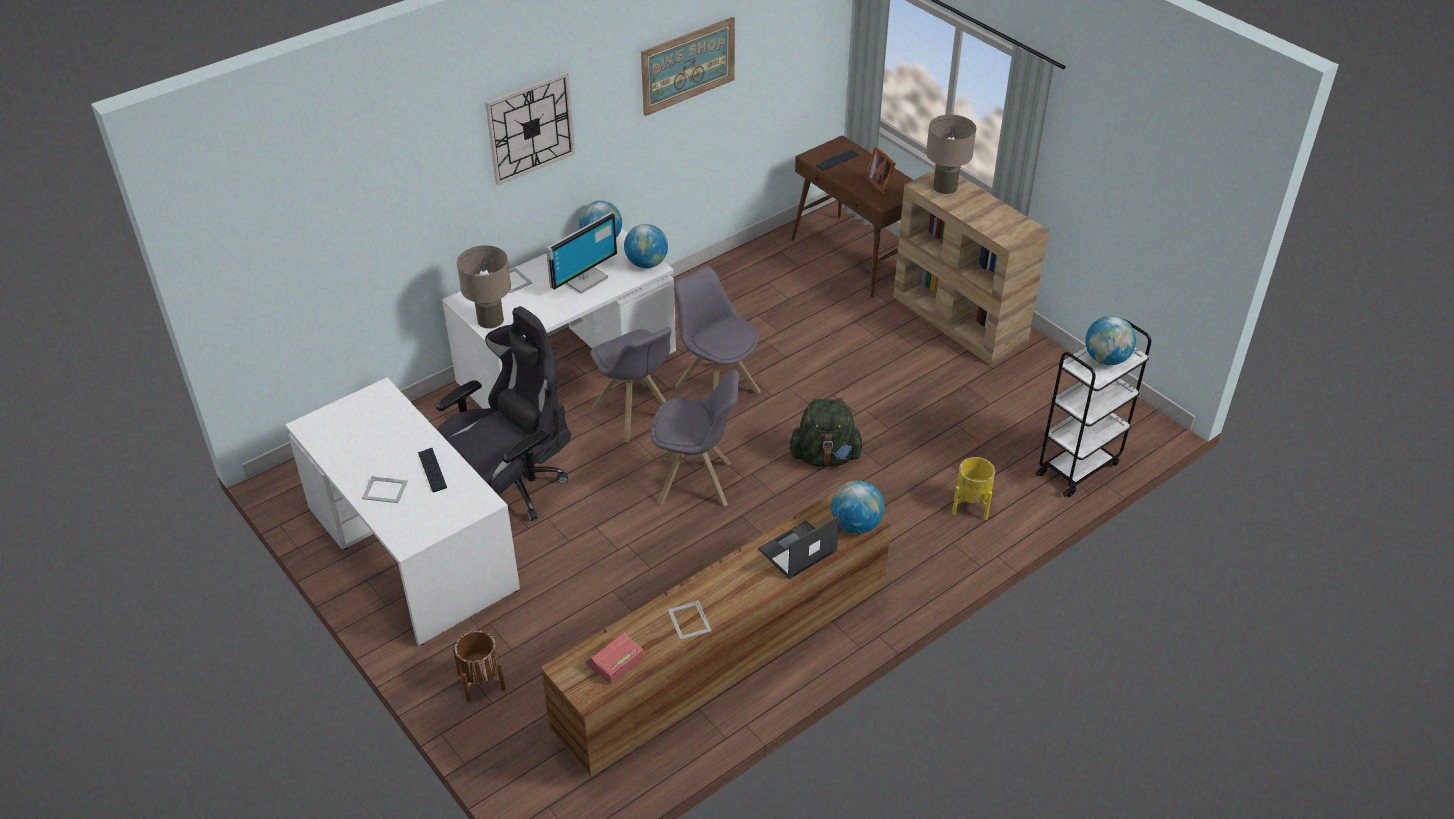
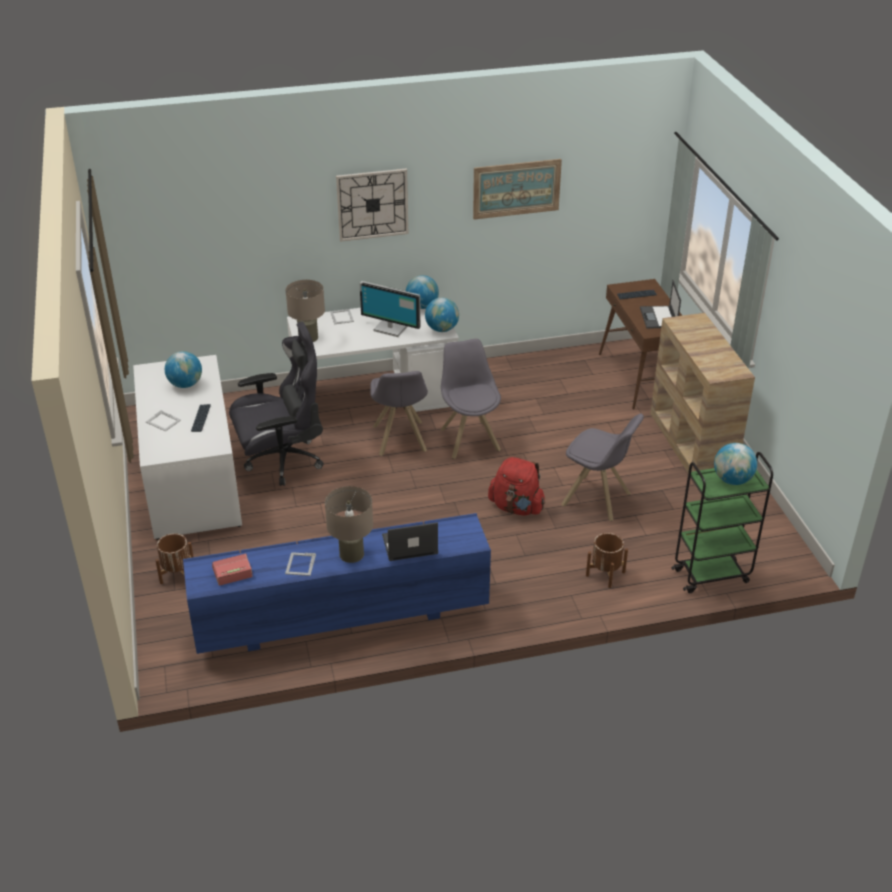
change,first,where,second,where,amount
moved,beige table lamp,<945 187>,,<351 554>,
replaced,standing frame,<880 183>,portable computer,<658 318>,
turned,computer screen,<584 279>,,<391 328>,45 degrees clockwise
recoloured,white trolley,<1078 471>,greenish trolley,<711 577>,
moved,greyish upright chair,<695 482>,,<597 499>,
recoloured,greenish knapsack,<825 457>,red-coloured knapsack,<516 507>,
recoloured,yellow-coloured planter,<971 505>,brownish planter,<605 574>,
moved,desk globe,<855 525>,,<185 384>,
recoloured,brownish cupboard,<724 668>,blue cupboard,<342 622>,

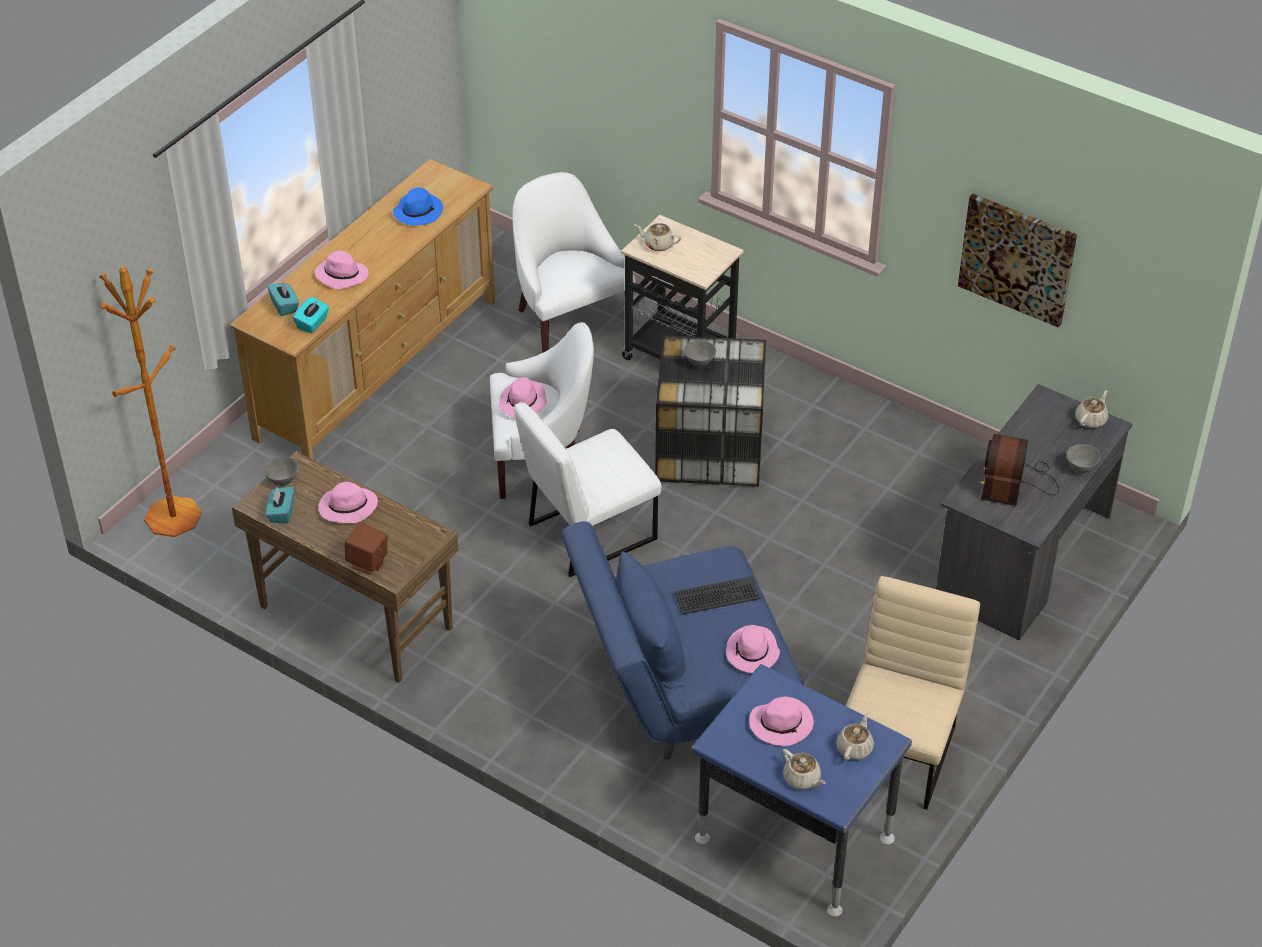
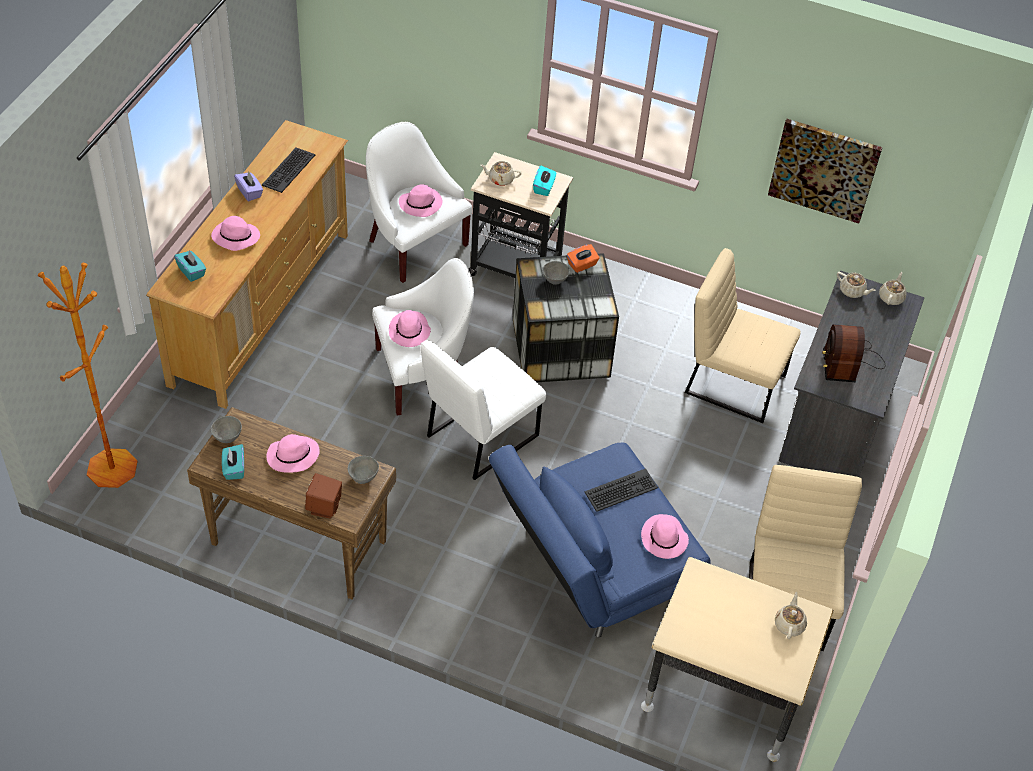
change,first,where,second,where,amount
replaced,blue clothing hat,<418 211>,PC keyboard,<288 170>,
moved,turquoise tissue holder,<312 323>,,<544 187>,
moved,greyish deep dish,<1080 468>,,<363 477>,
recoloured,blue desk unit,<793 838>,beige desk unit,<722 694>,
moved,pink clothing hat,<782 723>,,<421 203>,
moved,beige tea pot,<802 778>,,<852 291>,
added,,,purple tissue holder,<249 192>,
added,,,orange tissue holder,<582 265>,
added,,,beige upright chair,<732 382>,

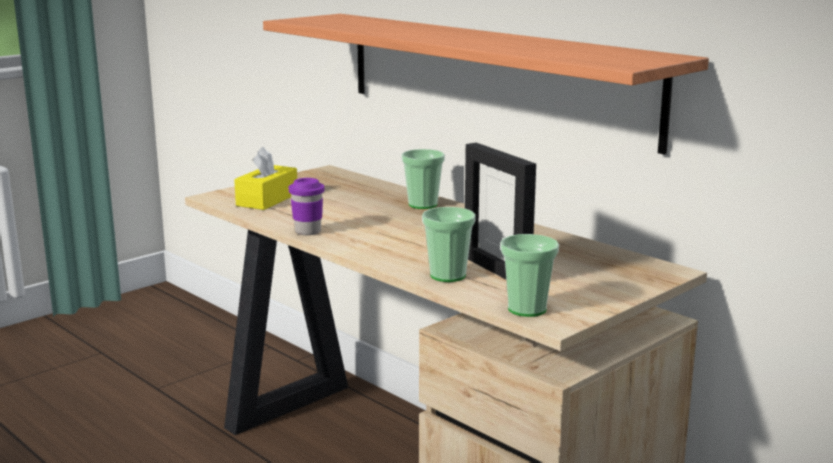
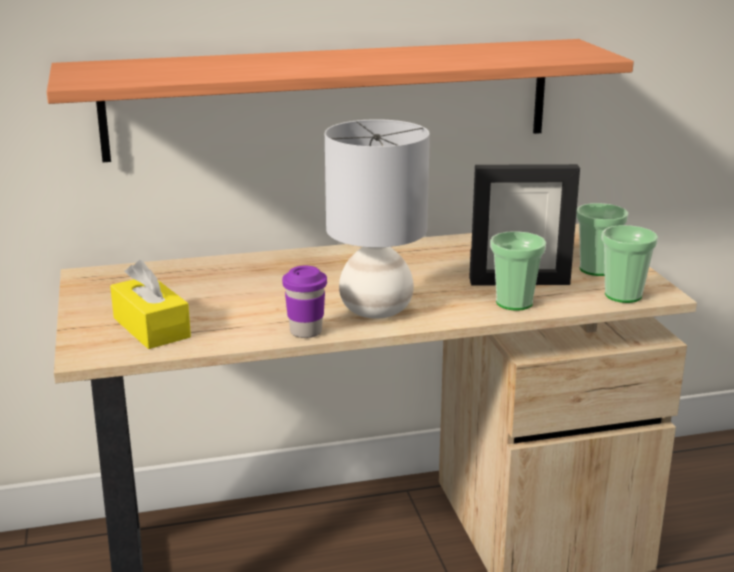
change,first,where,second,where,amount
moved,drinking cup,<423 205>,,<596 269>,
added,,,greyish table lamp,<377 310>,

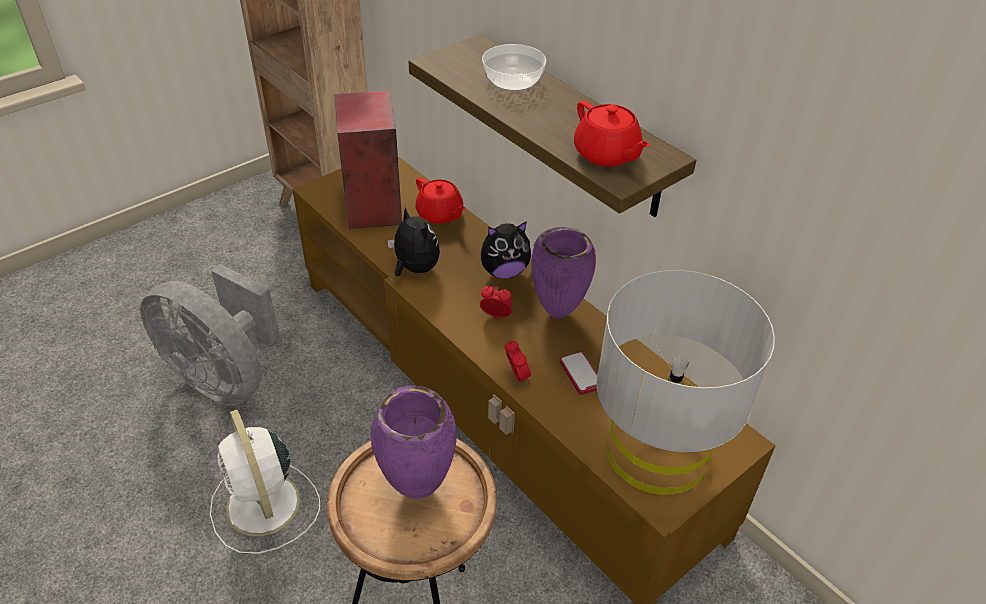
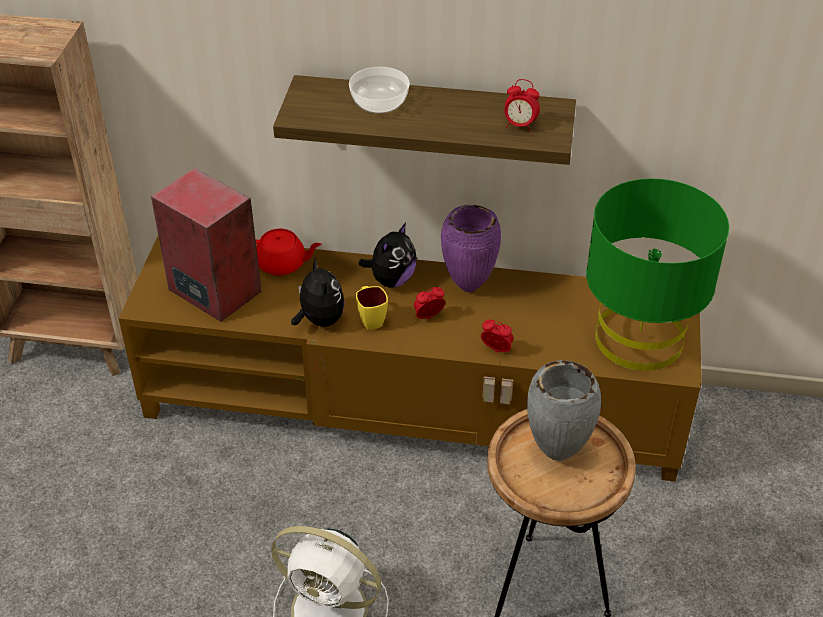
change,first,where,second,where,amount
replaced,red-coloured tea pot,<607 154>,alarm clock,<519 126>,
turned,plush toy,<414 268>,,<319 320>,60 degrees clockwise
removed,greyish electric fan,<224 377>,,,
recoloured,greyish table lamp,<657 451>,greenish table lamp,<639 338>,
removed,phone,<580 374>,,,
recoloured,purple flower vase,<416 490>,greyish flower vase,<556 455>,
added,,,yellow-coloured coffee mug,<370 319>,

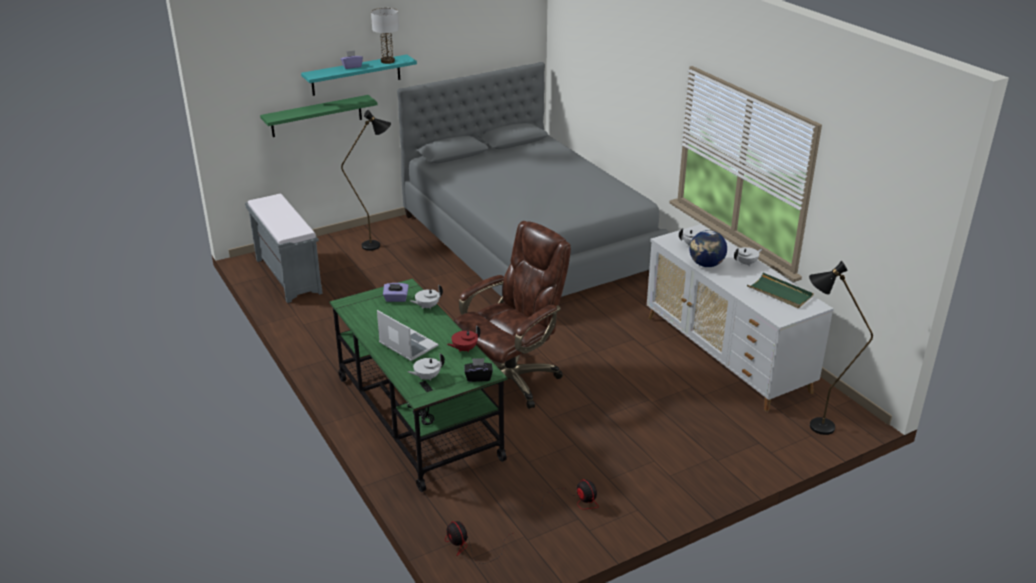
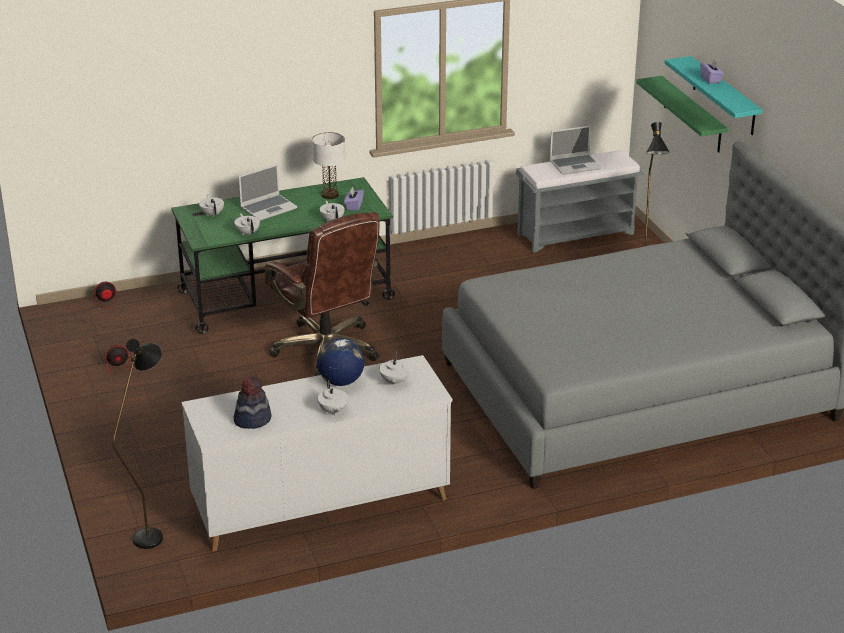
change,first,where,second,where,amount
moved,table lamp,<388 61>,,<329 195>,
replaced,greenish tray,<780 293>,clothing hat,<252 419>,
recoloured,red-coloured tea pot,<464 349>,white tea pot,<248 233>,
removed,blackish tissue holder,<478 377>,,,
added,,,portable computer,<575 165>,

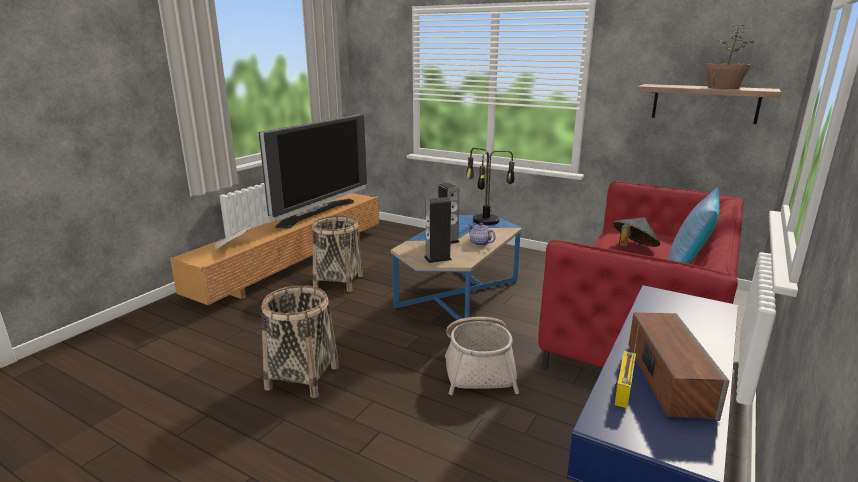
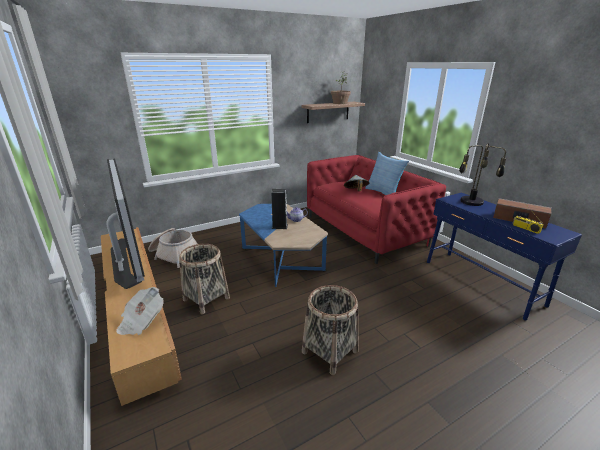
change,first,where,second,where,amount
moved,table lamp,<485 221>,,<472 202>,
removed,loudspeaker,<437 258>,,,
moved,household basket,<478 367>,,<175 254>,

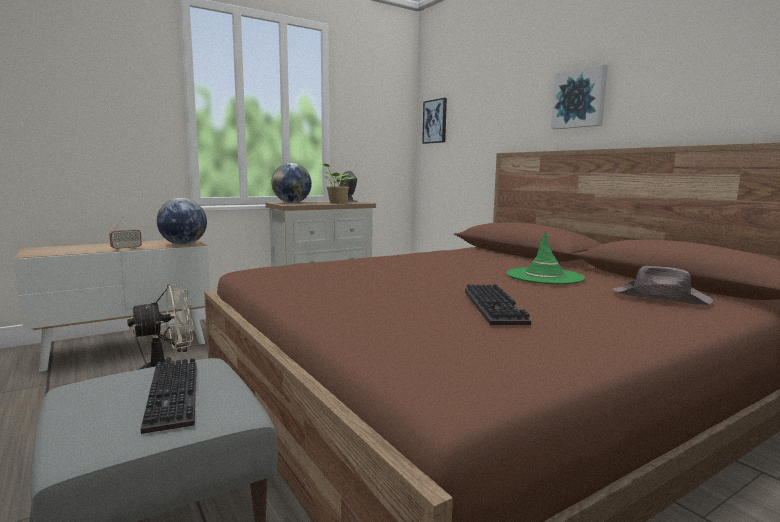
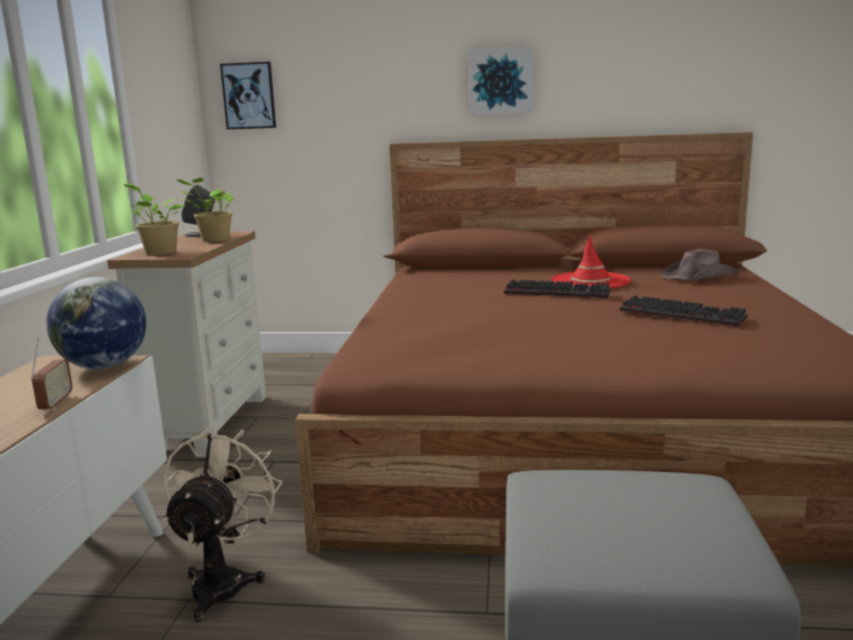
change,first,where,second,where,amount
replaced,desk globe,<292 203>,potted plant,<159 252>,
recoloured,greenish clothing hat,<544 276>,red-coloured clothing hat,<590 281>,
moved,PC keyboard,<175 396>,,<559 292>,

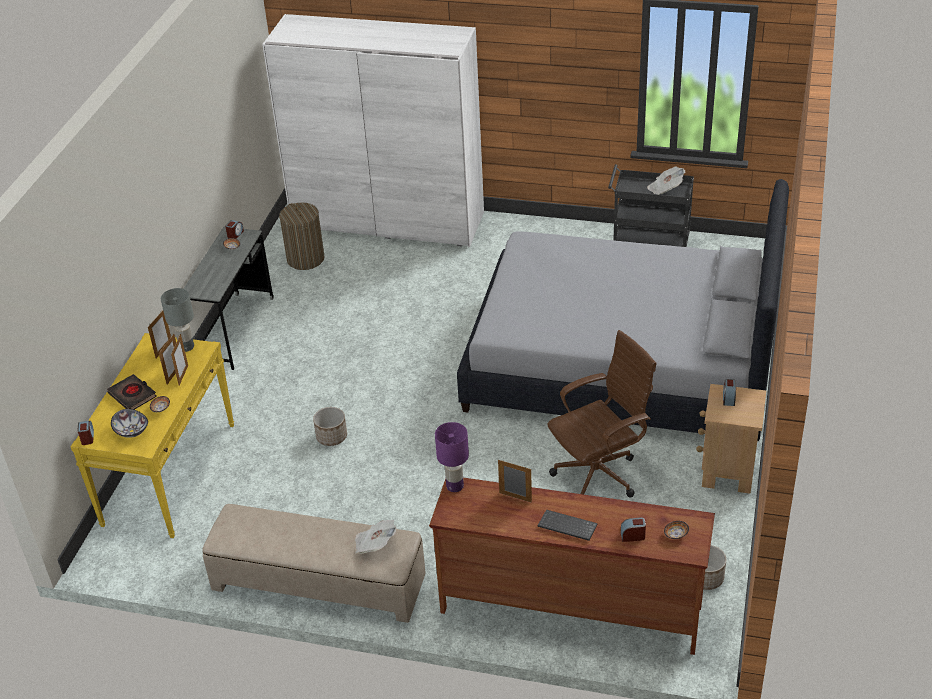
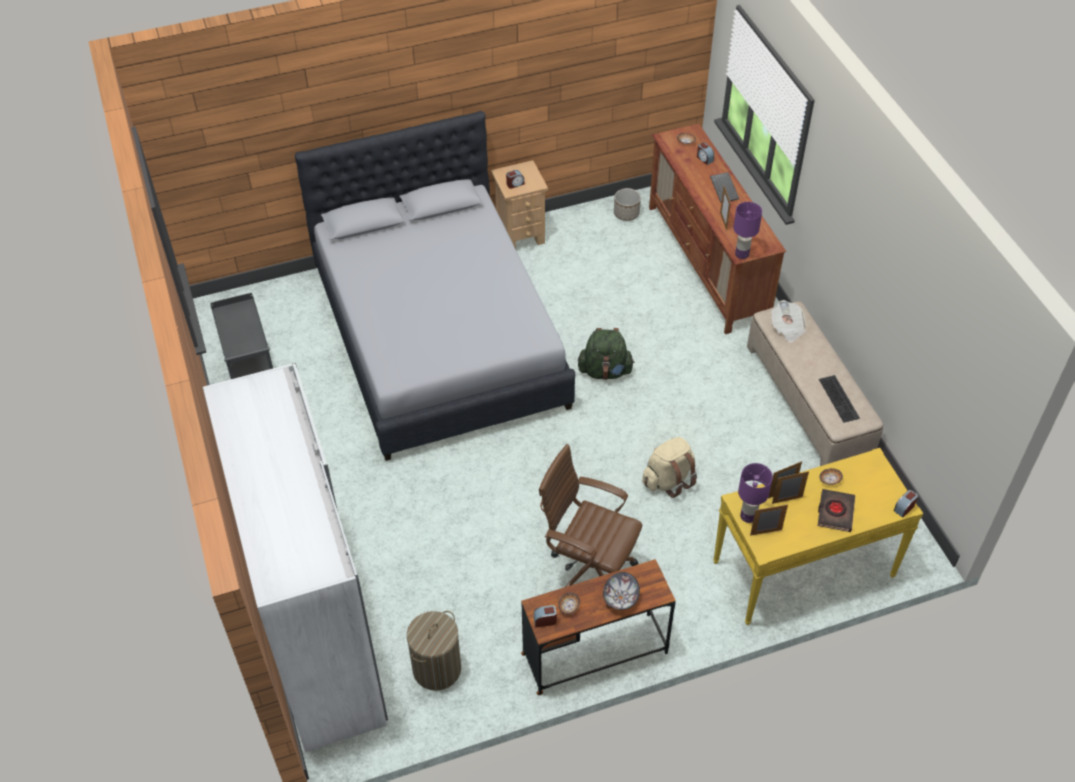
change,first,where,second,where,amount
removed,printed paper,<665 189>,,,
recoloured,greyish desk unit,<235 330>,brownish desk unit,<595 654>,
recoloured,greyish table lamp,<187 347>,purple table lamp,<748 516>,
moved,brownish office chair,<599 474>,,<588 569>,
replaced,planter,<331 436>,beige knapsack,<668 480>,
moved,deep dish,<132 431>,,<620 597>,
added,,,greenish knapsack,<605 371>,
added,,,PC keyboard,<840 399>,

